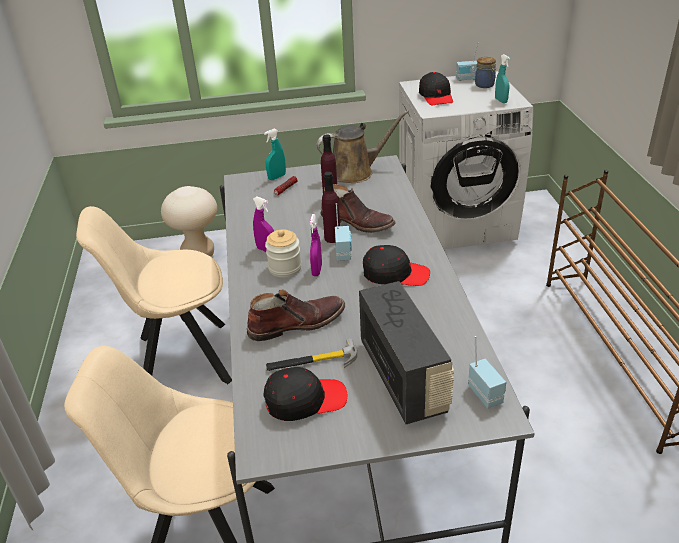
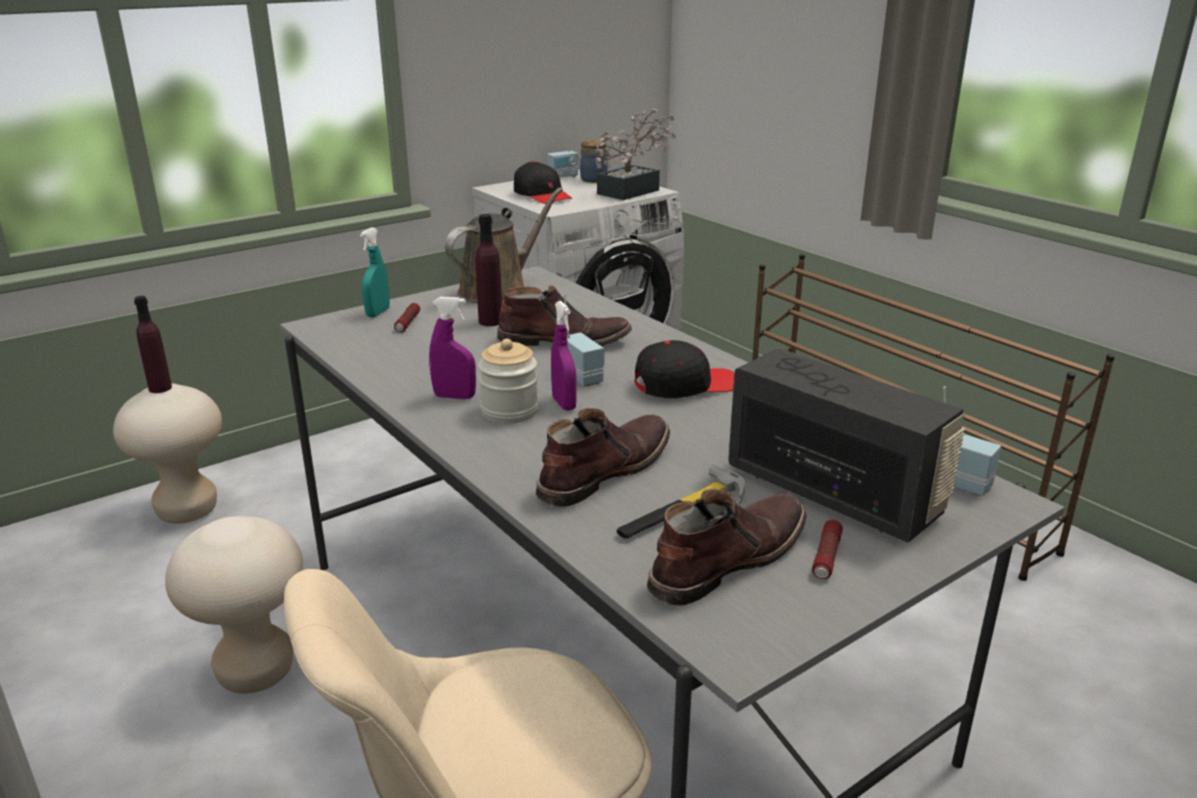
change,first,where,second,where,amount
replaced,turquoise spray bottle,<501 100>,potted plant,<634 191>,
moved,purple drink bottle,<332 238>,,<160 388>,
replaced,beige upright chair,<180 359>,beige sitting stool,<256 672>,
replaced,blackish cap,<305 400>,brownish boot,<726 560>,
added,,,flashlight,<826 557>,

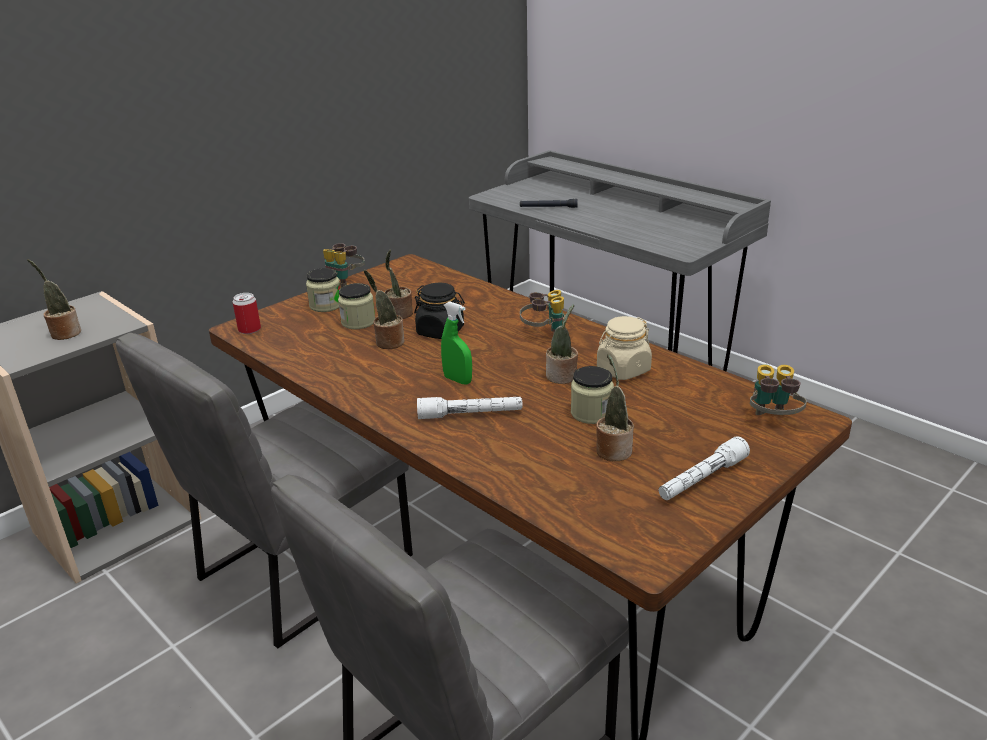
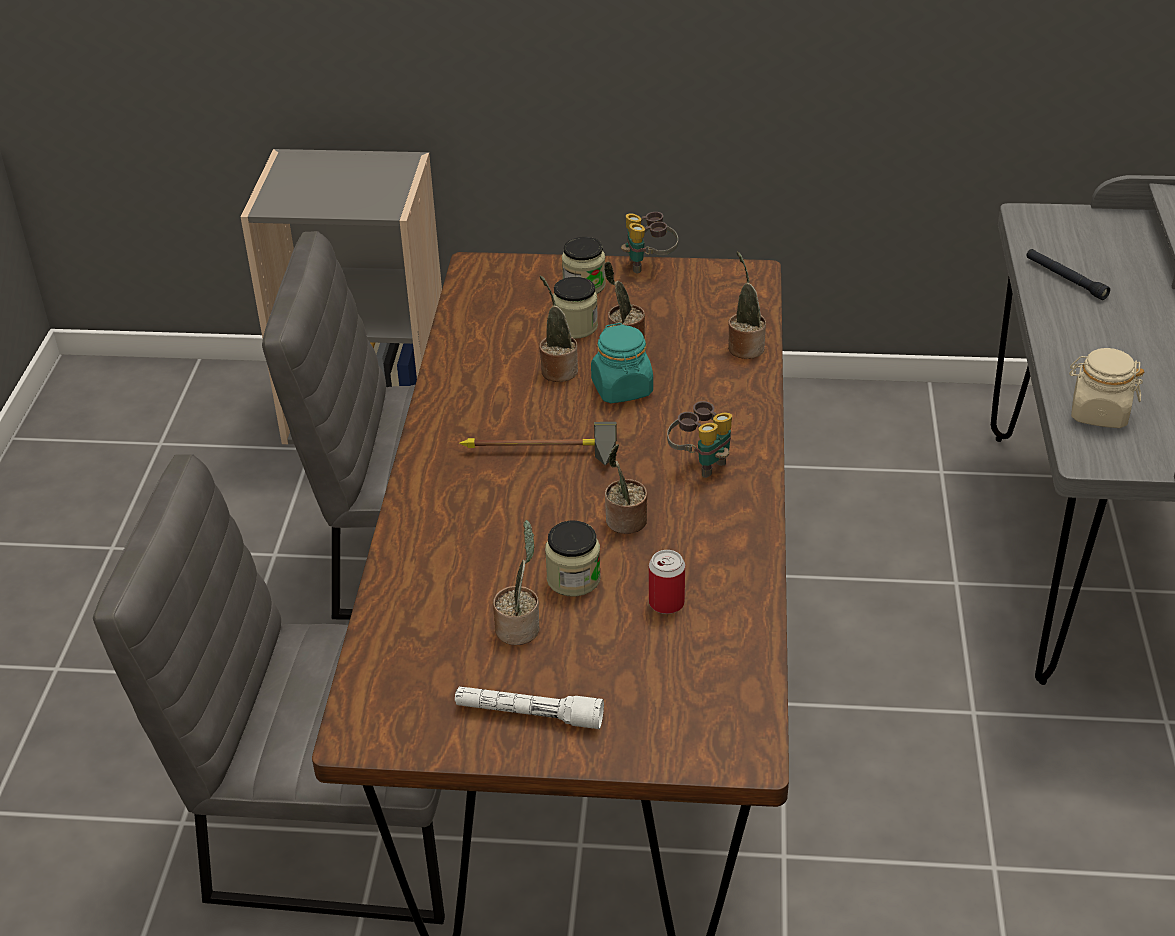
change,first,where,second,where,amount
moved,potted plant,<64 333>,,<744 347>,
recoloured,blackish jar,<440 331>,turquoise jar,<622 389>,
moved,can,<249 330>,,<666 603>,
replaced,greenish spray bottle,<457 380>,hammer,<537 456>,
moved,beige jar,<623 370>,,<1098 413>,
removed,binoculars,<772 422>,,,
removed,white flashlight,<470 414>,,,

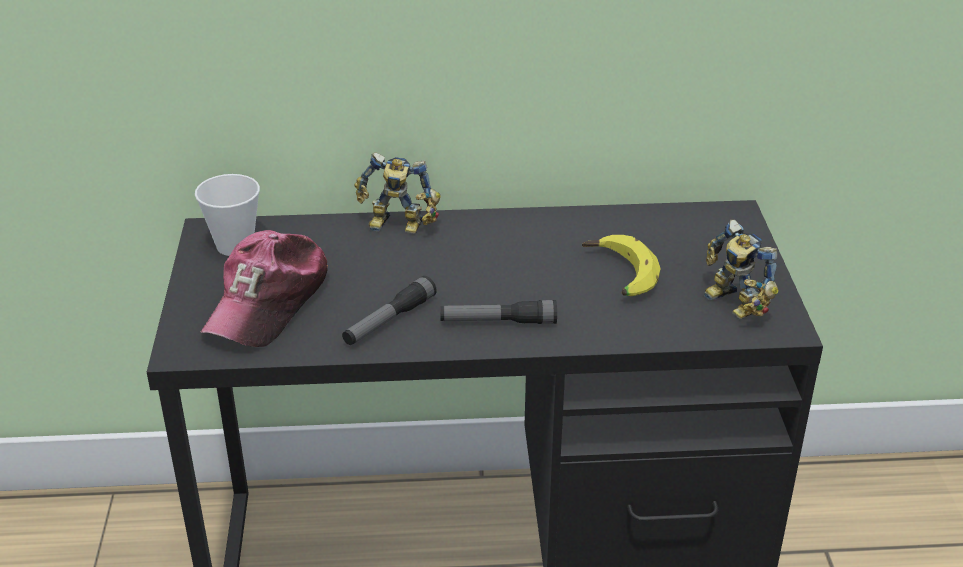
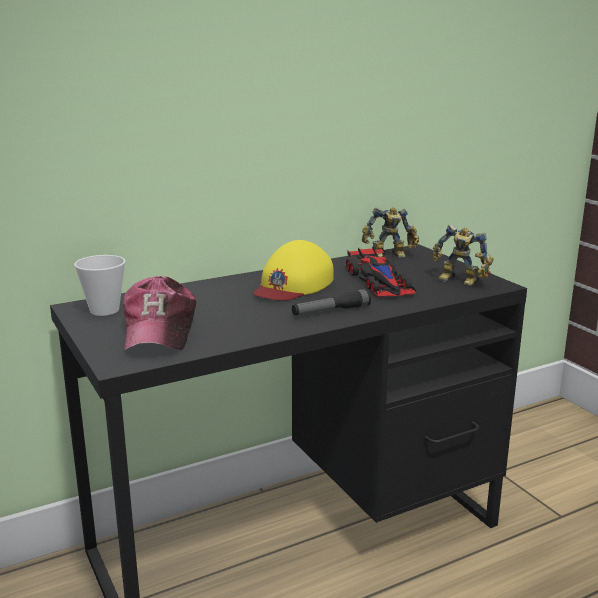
change,first,where,second,where,amount
moved,robot figure,<397 227>,,<390 256>,
replaced,banana fruit,<618 275>,miniature car,<379 281>,
removed,flashlight,<389 321>,,,
added,,,yellow-coloured cap,<293 285>,

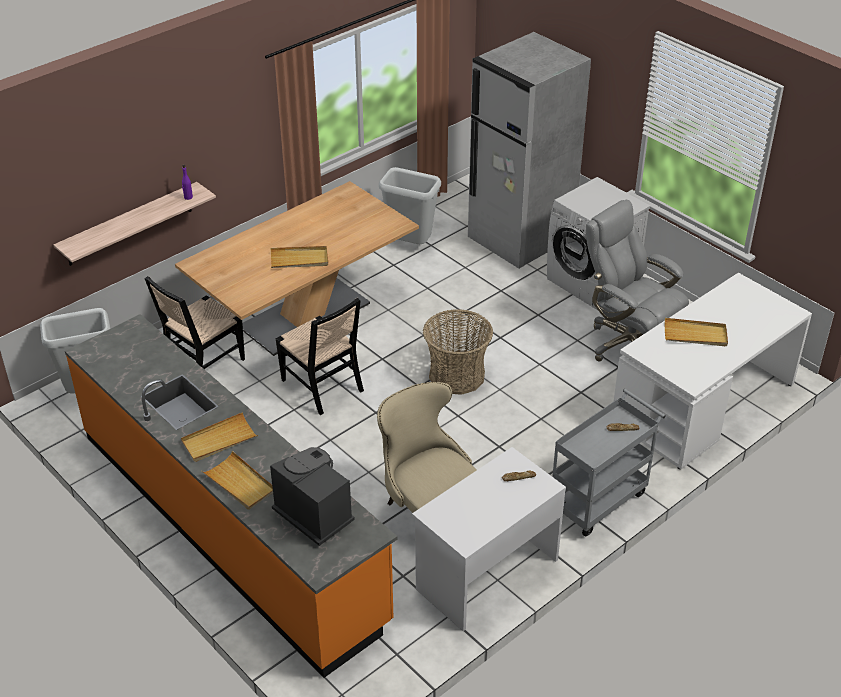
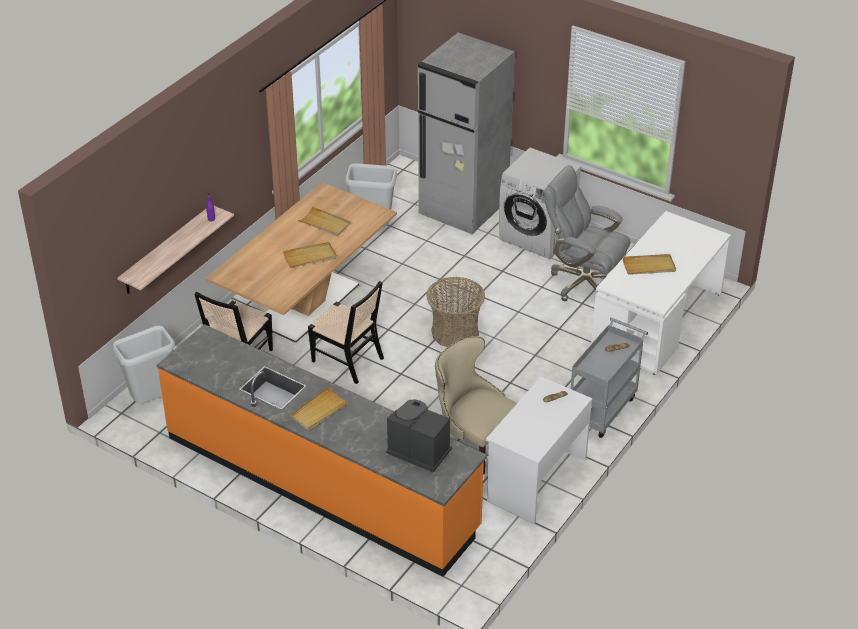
change,first,where,second,where,amount
moved,beige tray,<240 483>,,<324 223>,

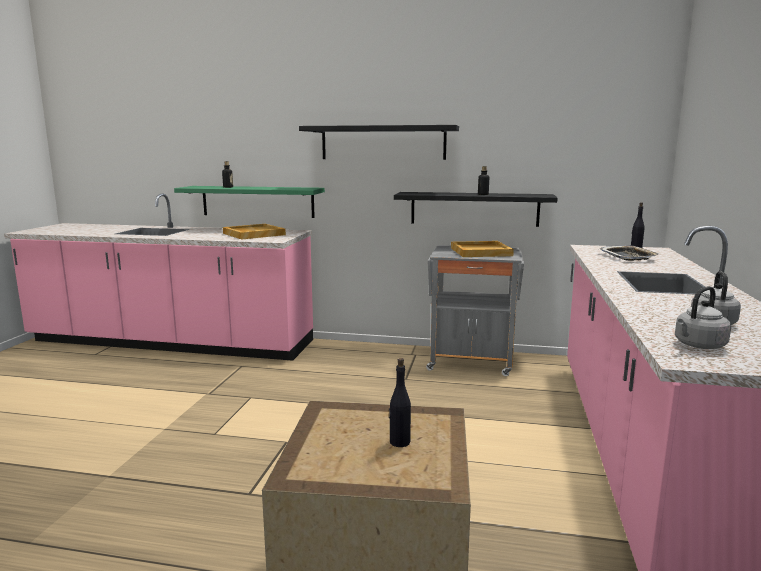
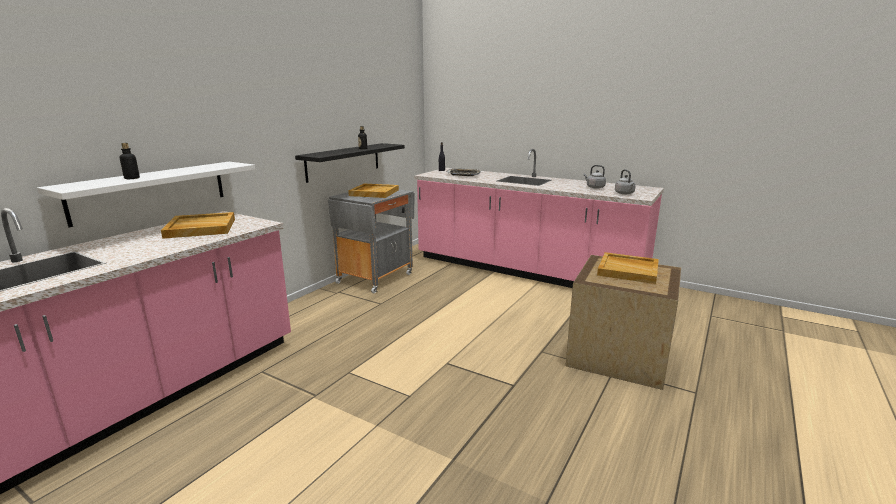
change,first,where,second,where,amount
removed,blackish wall shelf,<383 143>,,,
recoloured,greenish wall shelf,<257 201>,white wall shelf,<151 191>,
replaced,blackish drink bottle,<399 442>,beige tray,<628 270>,

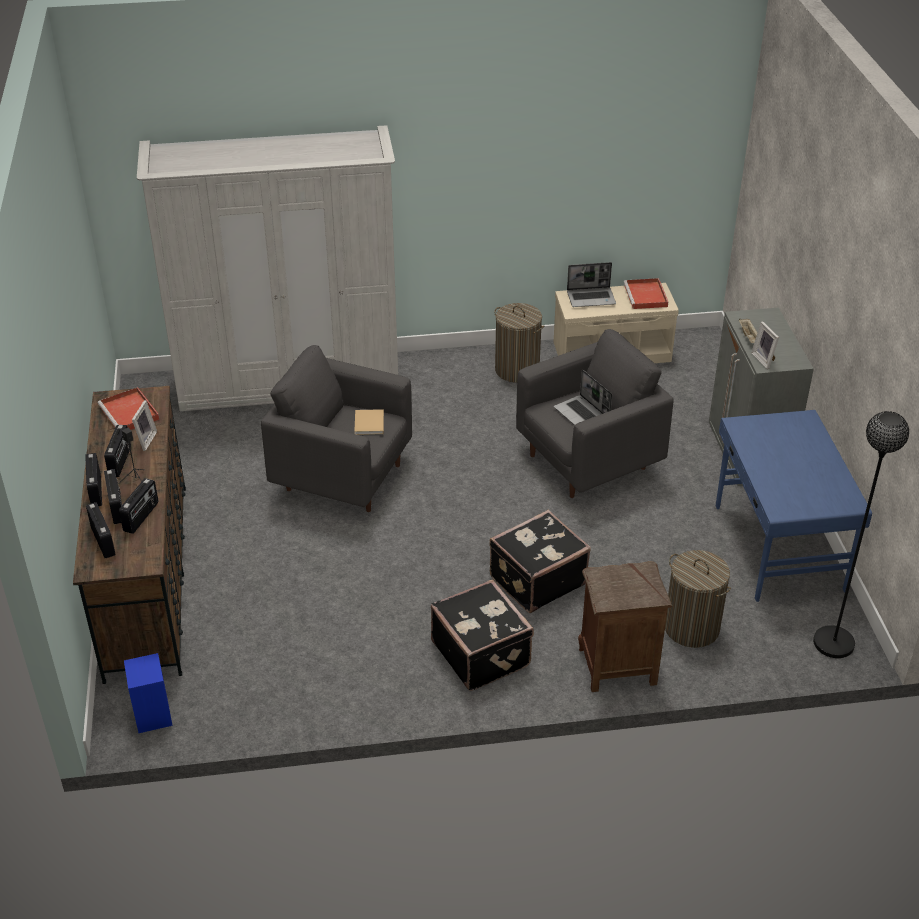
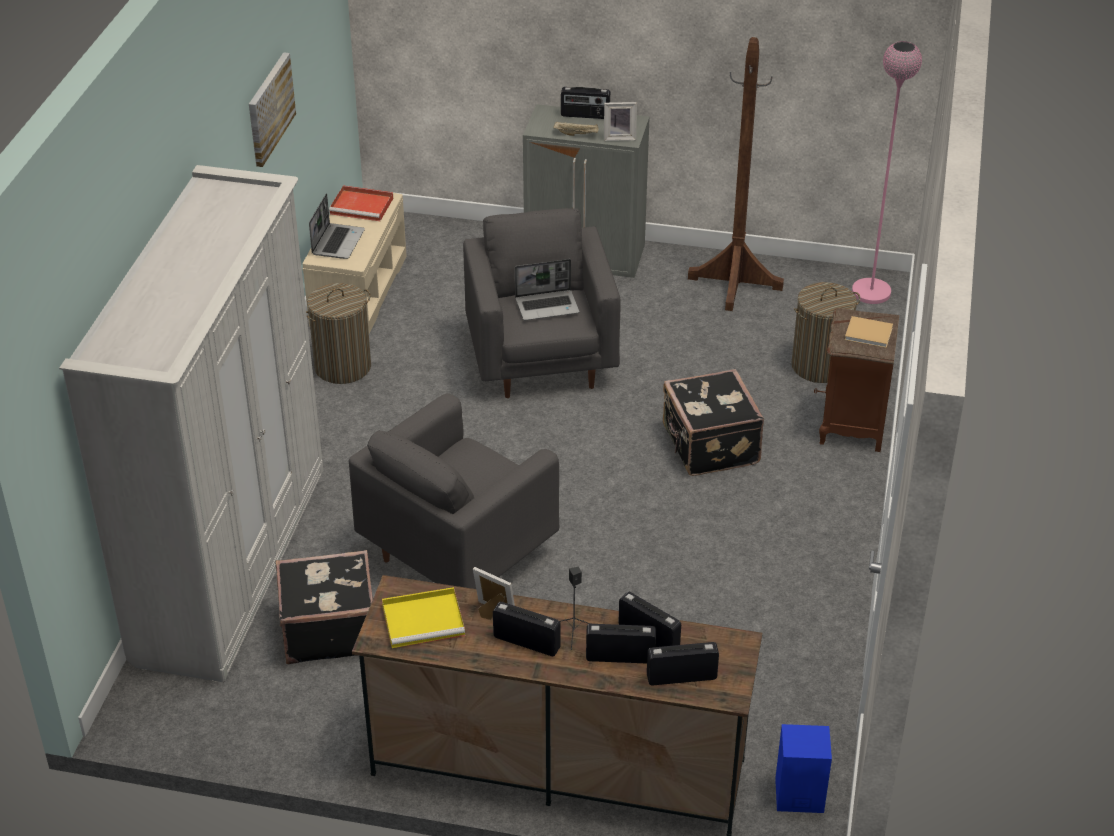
change,first,where,second,where,amount
recoloured,red-coloured tray,<130 413>,yellow-coloured tray,<425 620>,
moved,beige bound book,<369 424>,,<870 334>,
replaced,blue desk unit,<777 548>,brownish garment rack,<735 282>,
recoloured,blackish standing lamp,<834 643>,pink standing lamp,<871 292>,
moved,radio receiver,<95 491>,,<585 115>,
moved,blackish piece of luggage,<482 653>,,<328 629>,
added,,,wall picture,<269 108>,

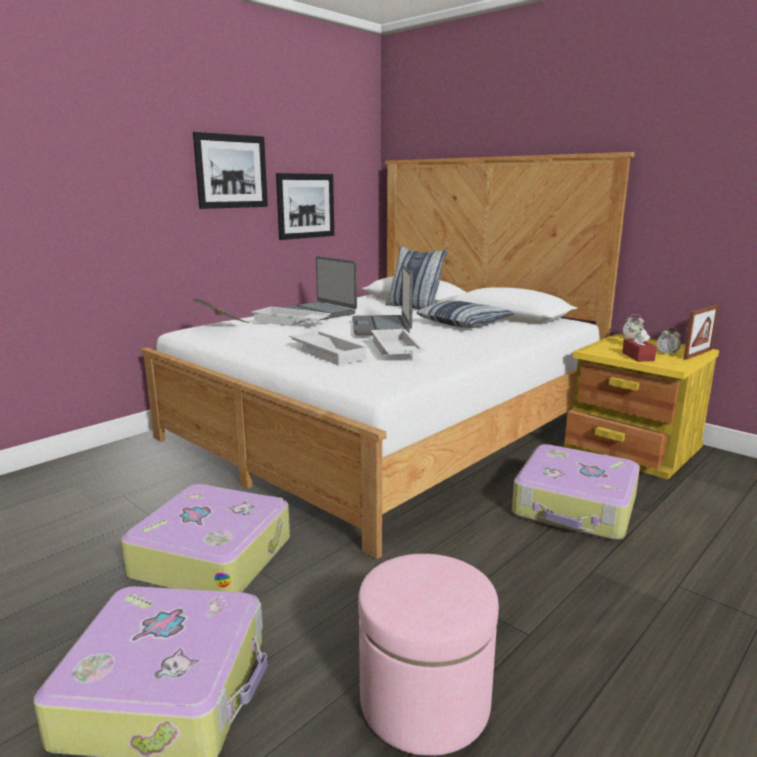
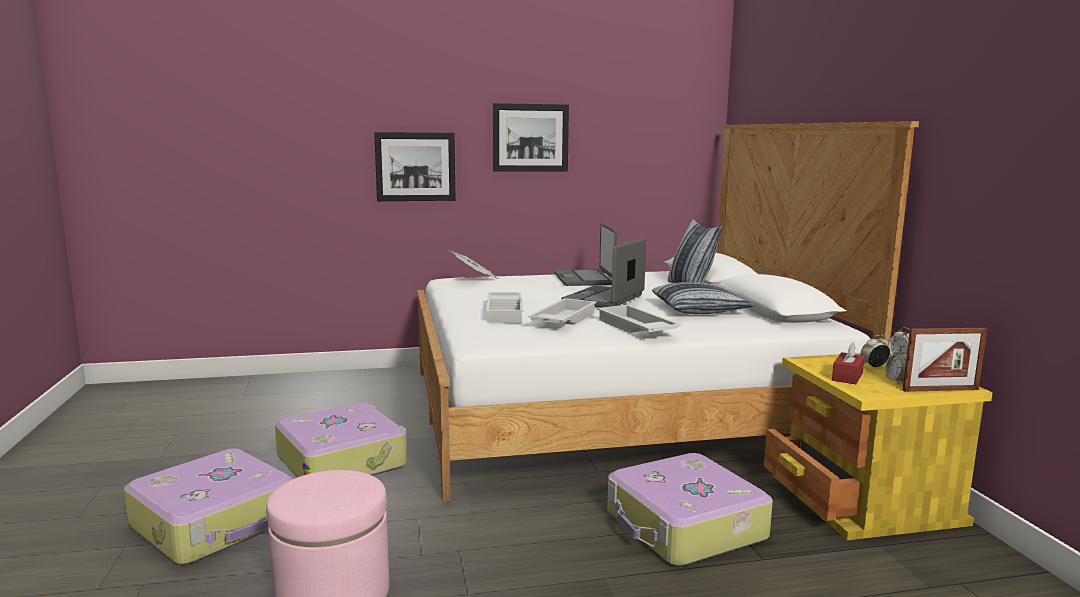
change,first,where,second,where,amount
moved,wall picture,<306 206>,,<415 166>,
moved,white tray,<290 322>,,<635 328>,

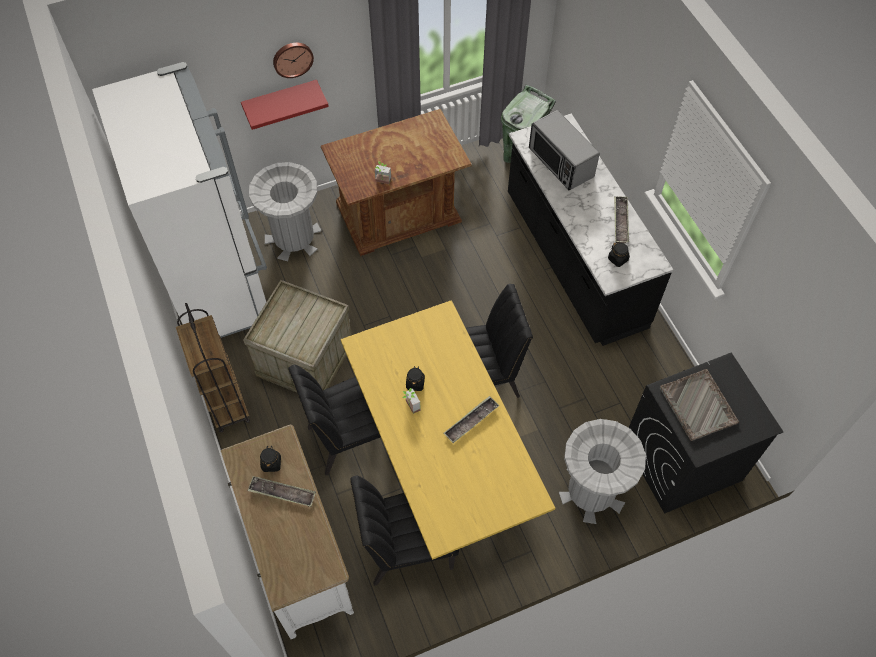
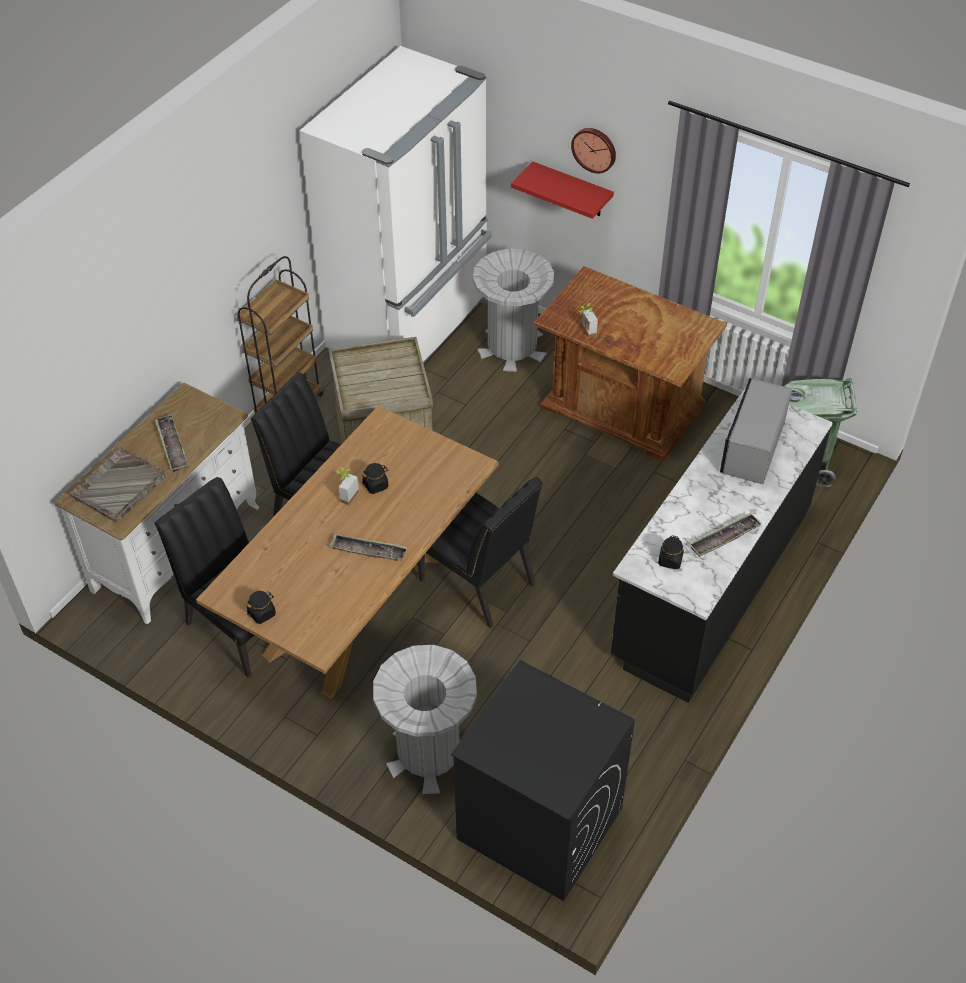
change,first,where,second,where,amount
recoloured,yellow-coloured dinner table,<443 460>,brownish dinner table,<363 603>,
moved,greyish tray,<698 406>,,<118 486>,
moved,blackish jar,<271 463>,,<262 613>,

